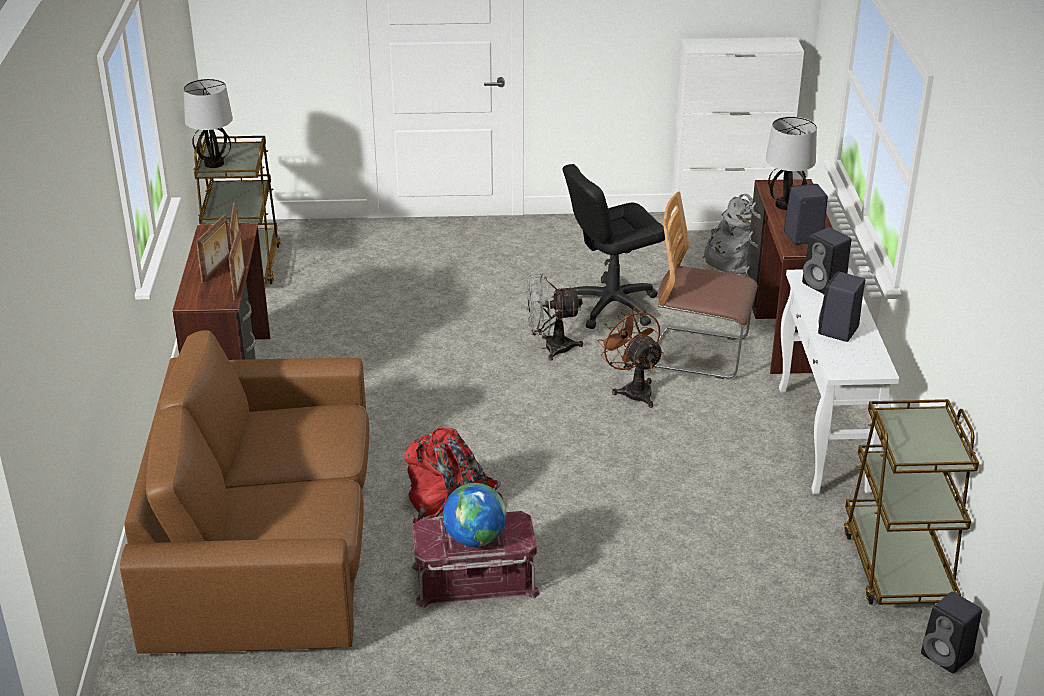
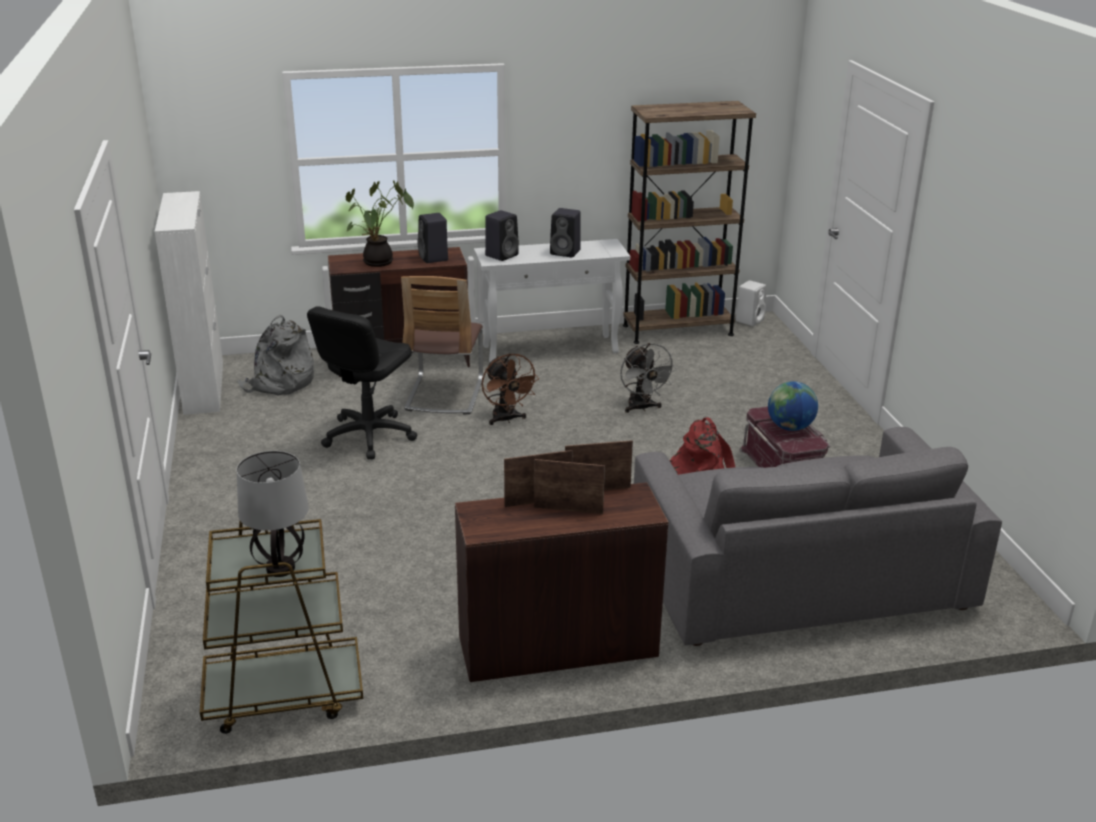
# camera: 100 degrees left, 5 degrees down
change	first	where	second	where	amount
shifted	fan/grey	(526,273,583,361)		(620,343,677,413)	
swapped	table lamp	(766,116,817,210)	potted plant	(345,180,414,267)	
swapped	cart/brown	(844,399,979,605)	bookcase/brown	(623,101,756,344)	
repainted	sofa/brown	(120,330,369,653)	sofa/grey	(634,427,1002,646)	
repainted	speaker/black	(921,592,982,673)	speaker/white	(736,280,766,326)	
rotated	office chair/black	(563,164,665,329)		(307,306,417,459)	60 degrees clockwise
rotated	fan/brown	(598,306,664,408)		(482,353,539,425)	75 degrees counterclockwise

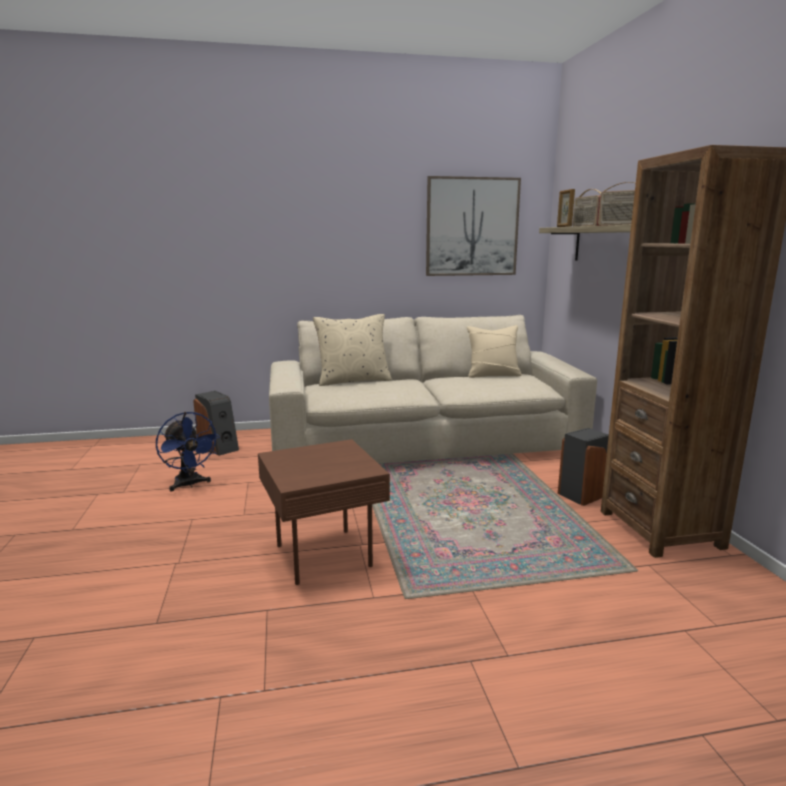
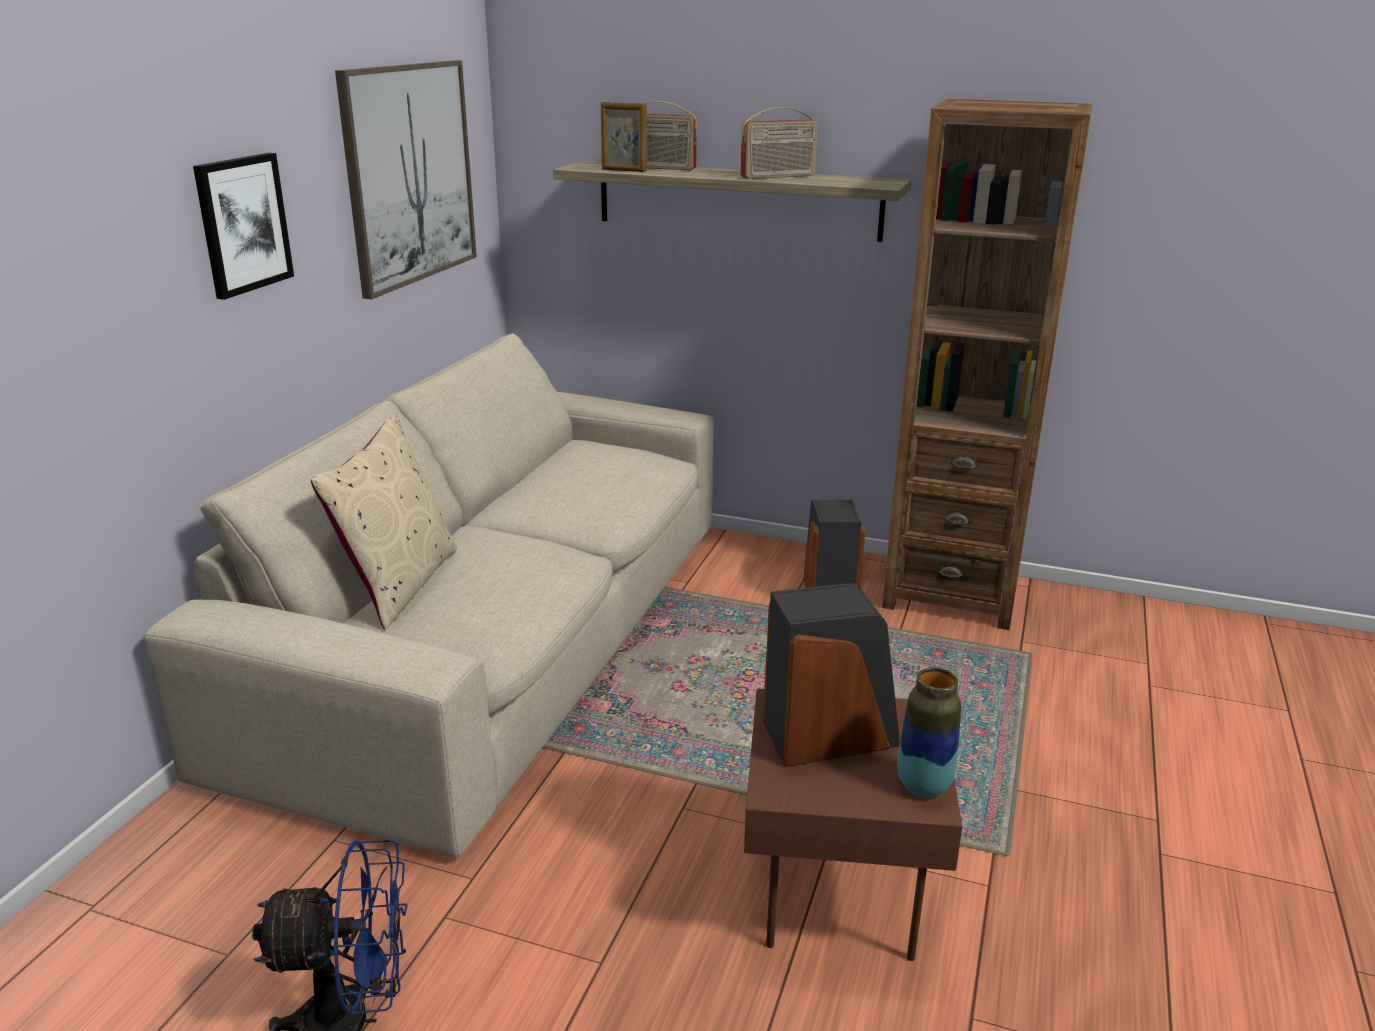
# camera: 60 degrees left, 10 degrees up
change	first	where	second	where	amount
gone	pillow/beige	(467,325,522,378)			
new			picture	(193,153,294,300)	
new			vase	(897,667,961,797)	
shifted	speaker	(193,391,239,456)		(763,583,900,767)	

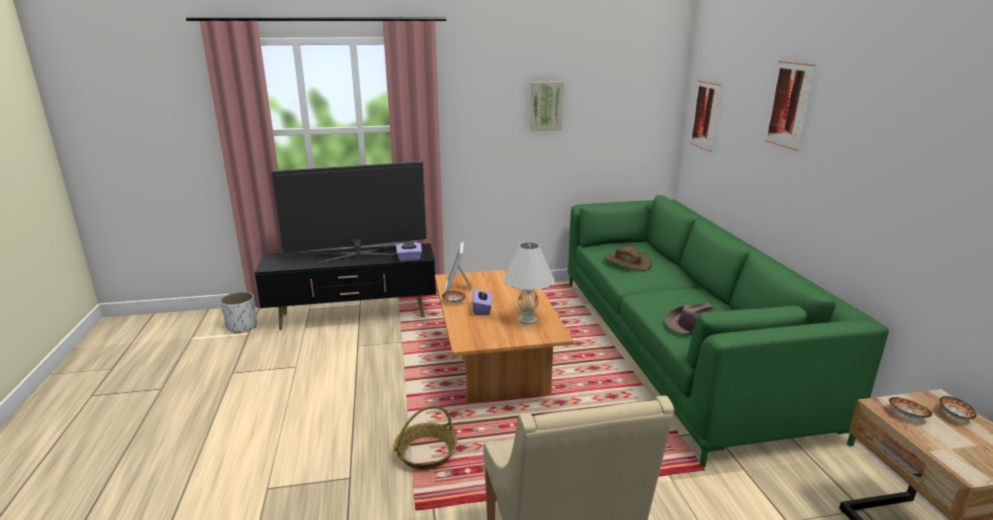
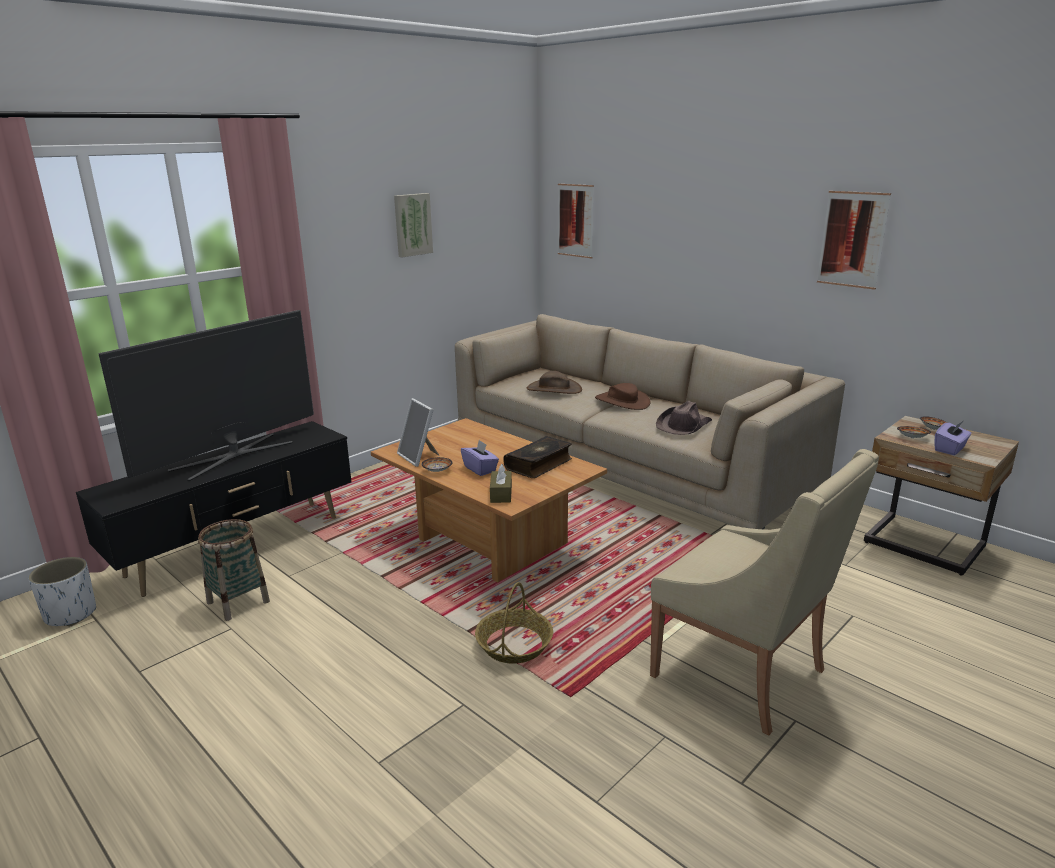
# camera: 35 degrees left, 0 degrees up
change	first	where	second	where	amount
new			basket	(198,519,270,621)	
new			tissue box/brown	(490,464,512,503)	
new			hat/brown	(595,383,650,410)	
shifted	tissue box/purple	(396,241,422,261)		(934,421,971,455)	
shifted	picture	(765,61,816,151)		(817,191,891,290)	
swapped	table lamp/white	(503,242,554,325)	book	(503,436,572,478)	
repainted	sofa/green	(567,195,889,467)	sofa/beige	(455,314,845,529)	

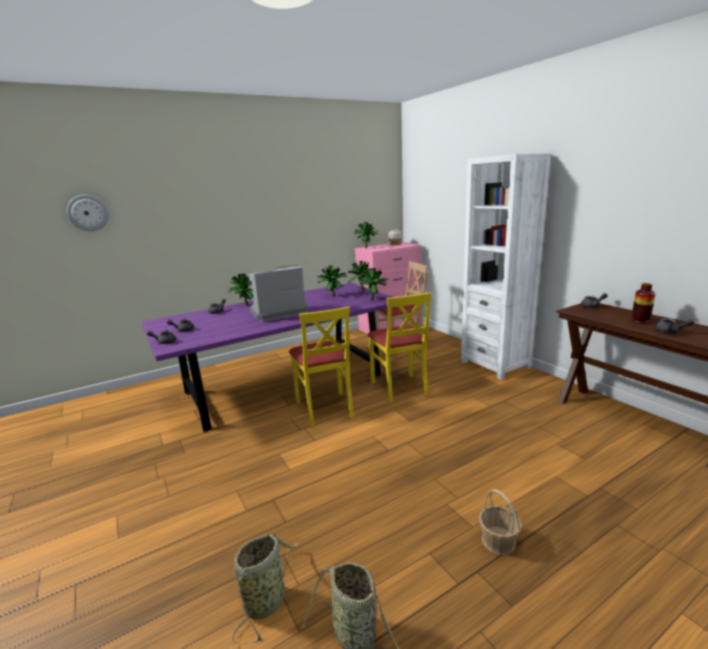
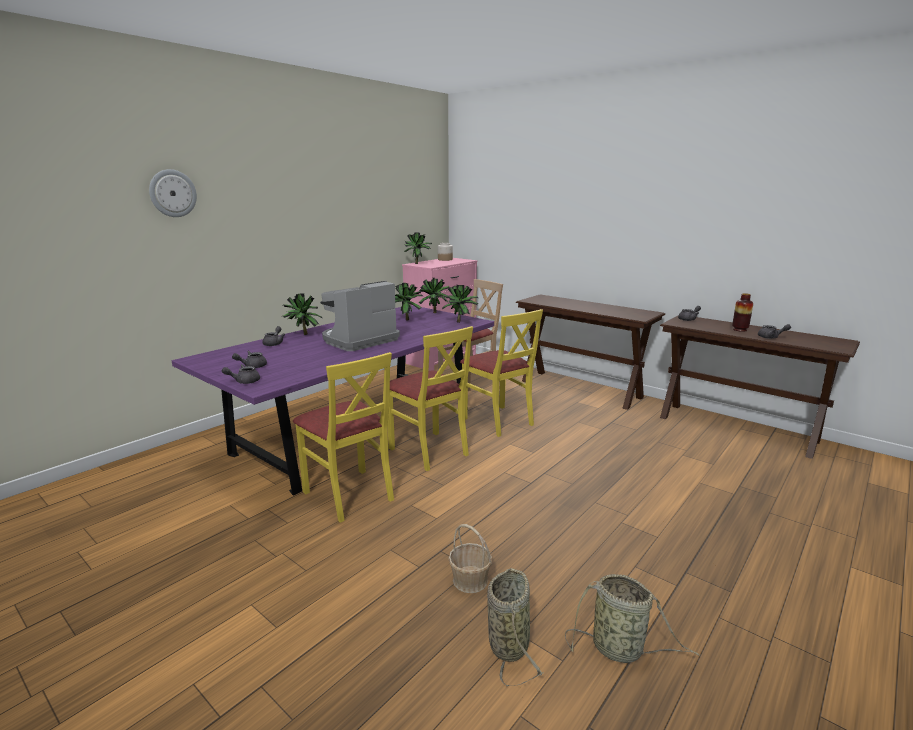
# camera: 20 degrees left, 0 degrees up
change	first	where	second	where	amount
new			chair/yellow	(293,352,394,523)	
shifted	wall clock	(67,195,109,231)		(149,169,197,217)	
shifted	basket	(479,489,522,555)		(448,524,492,593)	
swapped	bookcase/white	(461,153,551,380)	console table/brown	(516,294,665,410)	

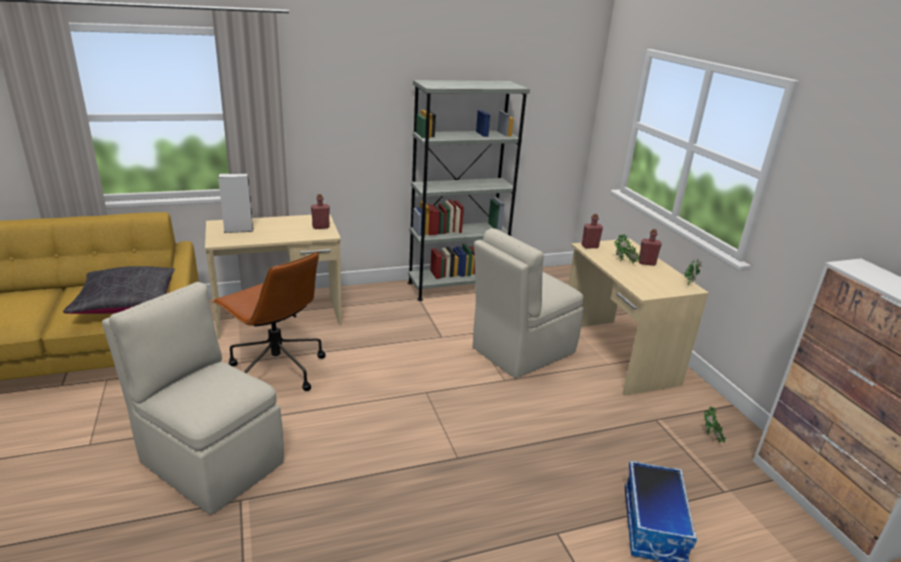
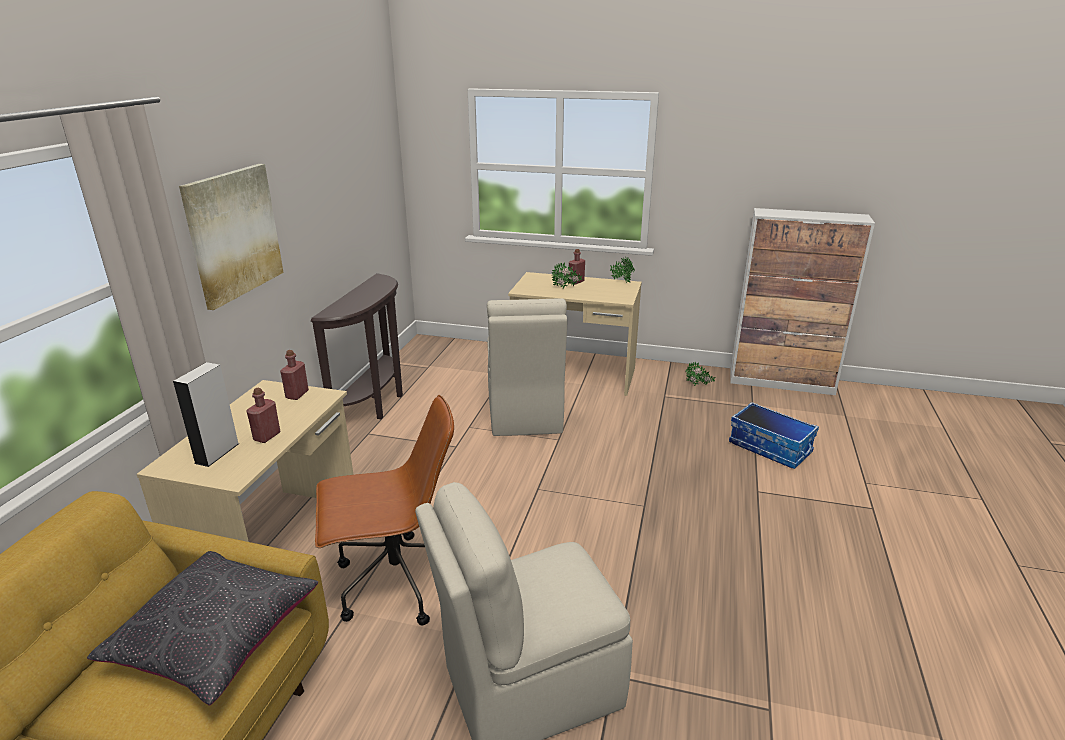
# camera: 55 degrees left, 0 degrees up
change	first	where	second	where	amount
new			picture	(179,164,284,310)	
shifted	bottle/red	(582,214,603,248)		(246,388,281,443)	
swapped	bookcase/grey	(408,80,530,301)	console table/brown	(311,273,403,419)	

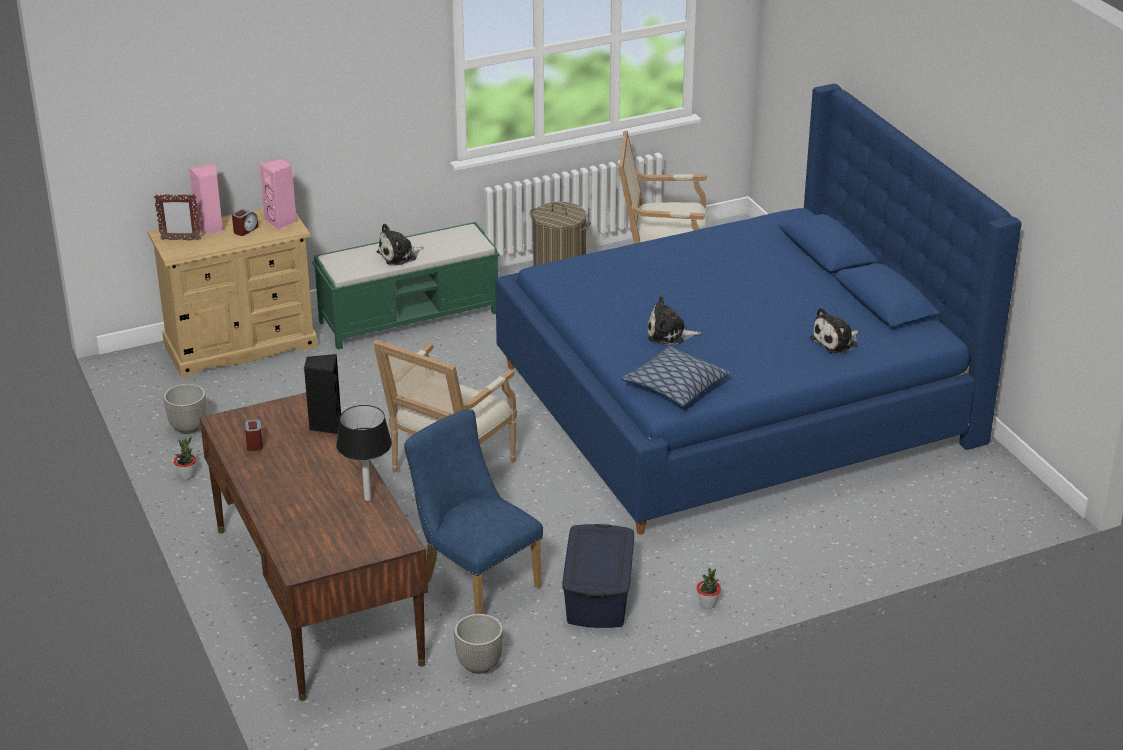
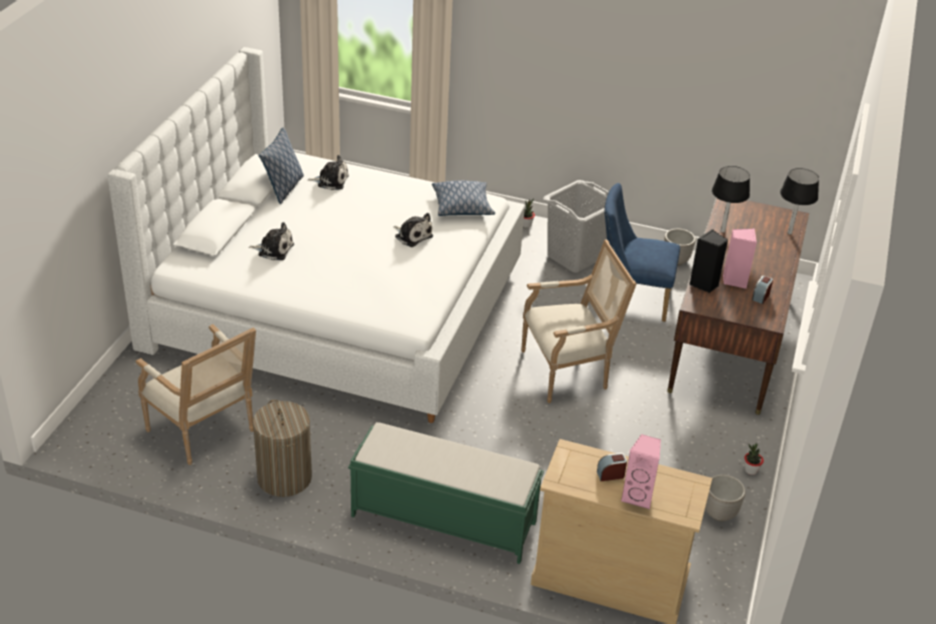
# camera: 140 degrees left, 5 degrees up
change	first	where	second	where	amount
gone	picture frame	(154,194,201,241)			
new			pillow	(259,127,304,204)	
new			table lamp/black	(780,168,819,235)	
shifted	speaker/pink	(259,158,297,230)		(723,228,757,289)	
shifted	plush toy	(377,223,424,265)		(249,222,294,260)	
swapped	storage box/blue	(563,524,634,628)	laundry basket/grey	(543,180,609,273)	
repainted	bed/blue	(495,84,1022,534)	bed/white	(107,47,525,423)	
rotated	chair/blue	(404,409,543,614)		(604,183,680,322)	105 degrees clockwise

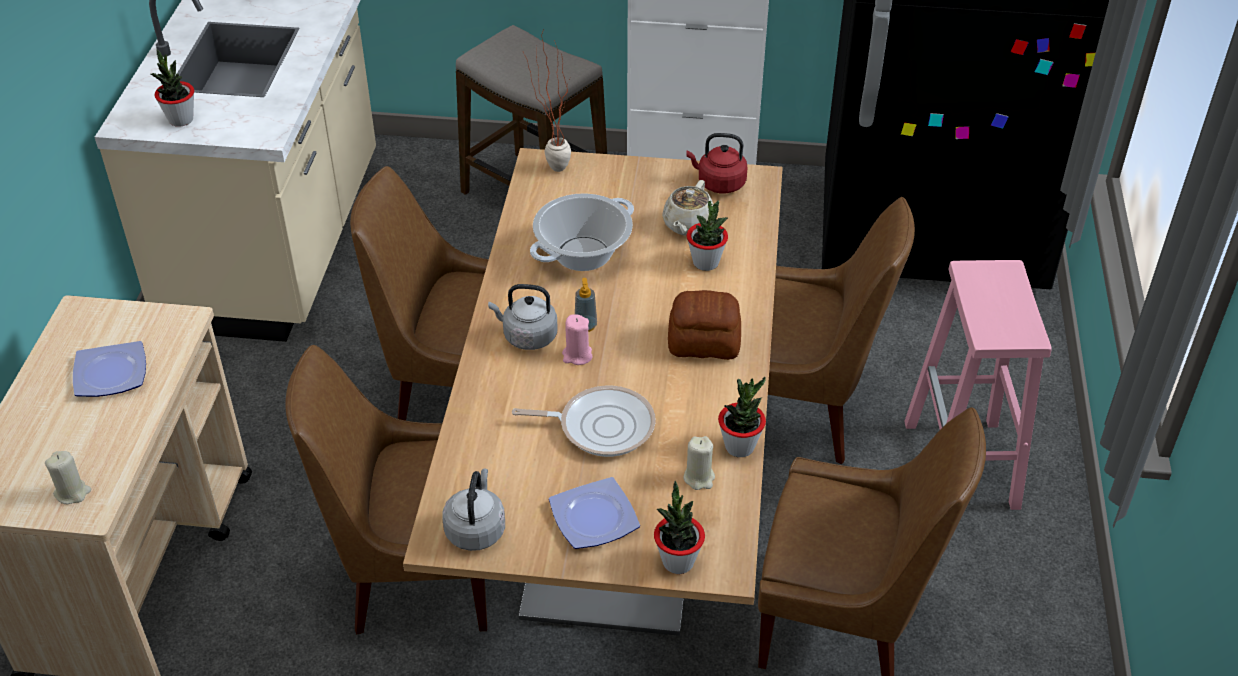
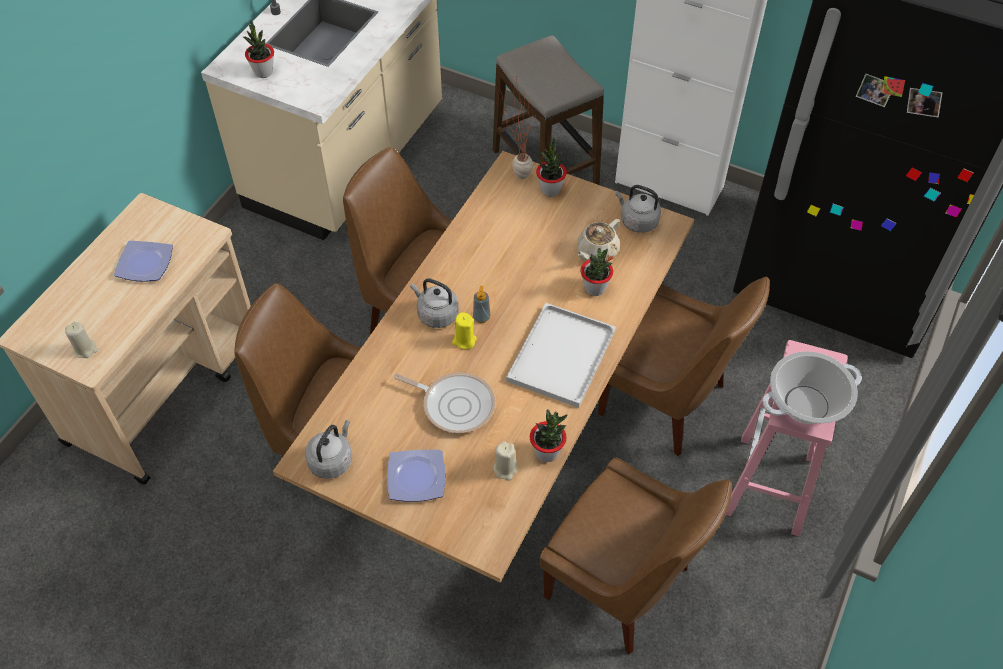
# camera: 20 degrees right, 10 degrees up
change	first	where	second	where	amount
shifted	cooking pot	(530,193,634,271)		(762,351,862,424)	
shifted	potted plant	(654,481,705,574)		(536,137,567,197)	
swapped	bread	(668,290,741,360)	tray/white	(506,303,616,408)	
repainted	candle/pink	(562,314,593,365)	candle/yellow	(452,312,477,350)	
repainted	kettle/red	(686,133,747,193)	kettle/grey	(615,185,661,233)	

